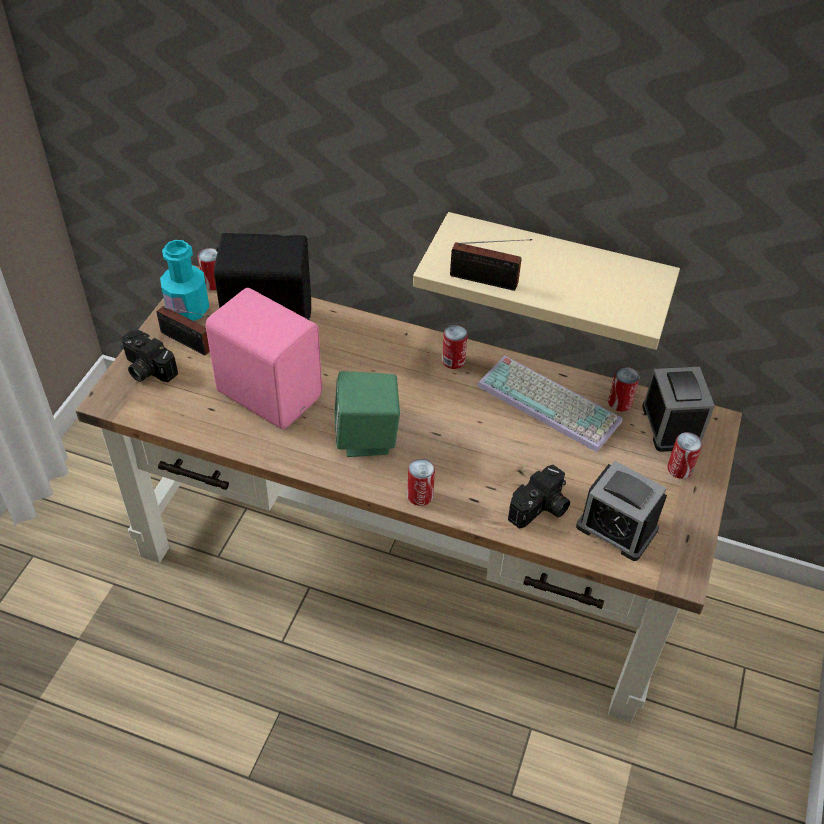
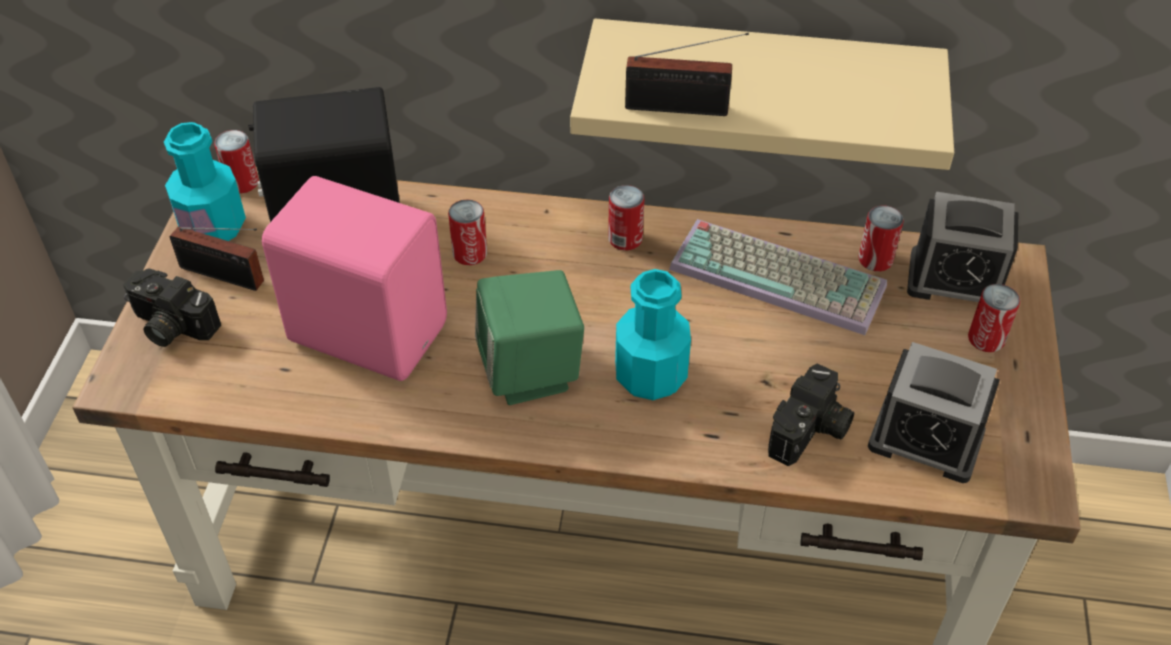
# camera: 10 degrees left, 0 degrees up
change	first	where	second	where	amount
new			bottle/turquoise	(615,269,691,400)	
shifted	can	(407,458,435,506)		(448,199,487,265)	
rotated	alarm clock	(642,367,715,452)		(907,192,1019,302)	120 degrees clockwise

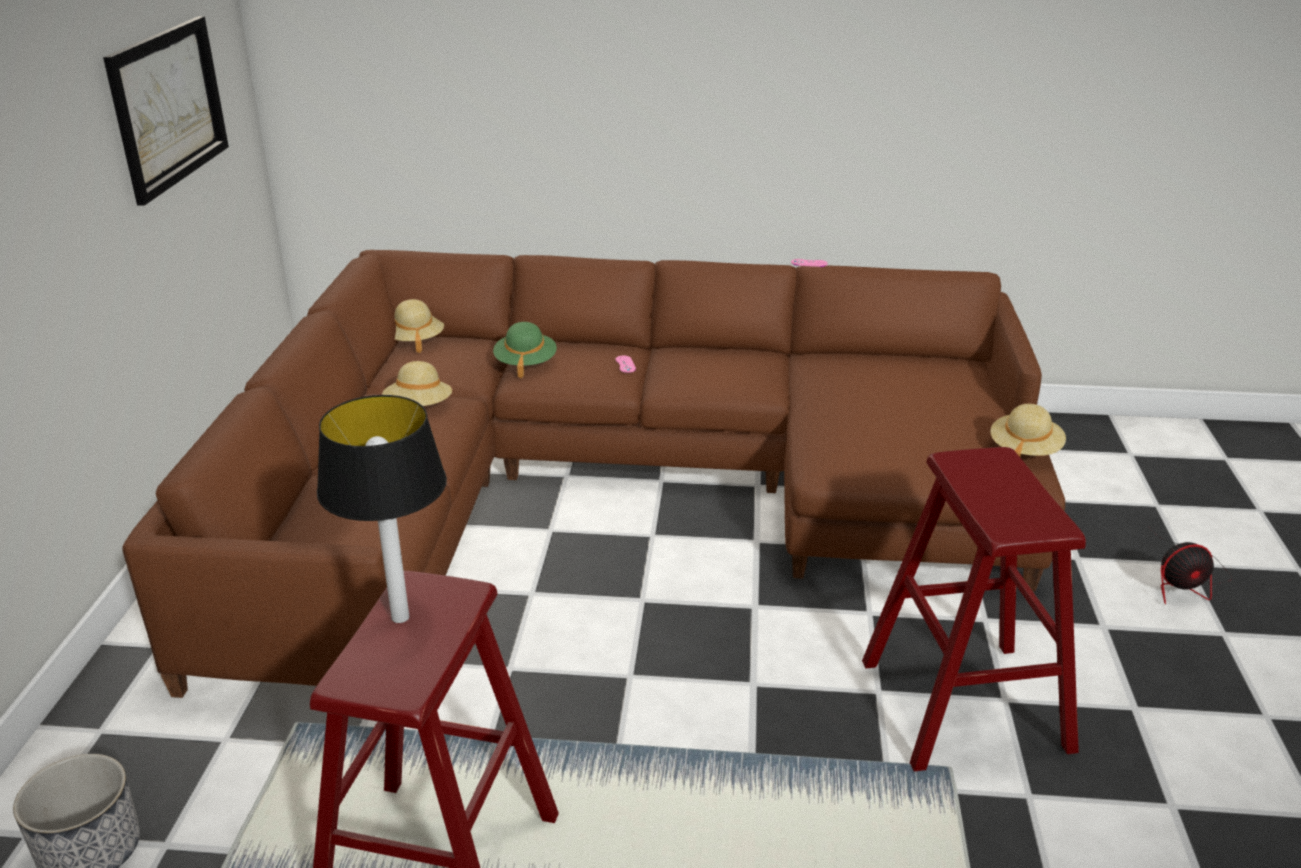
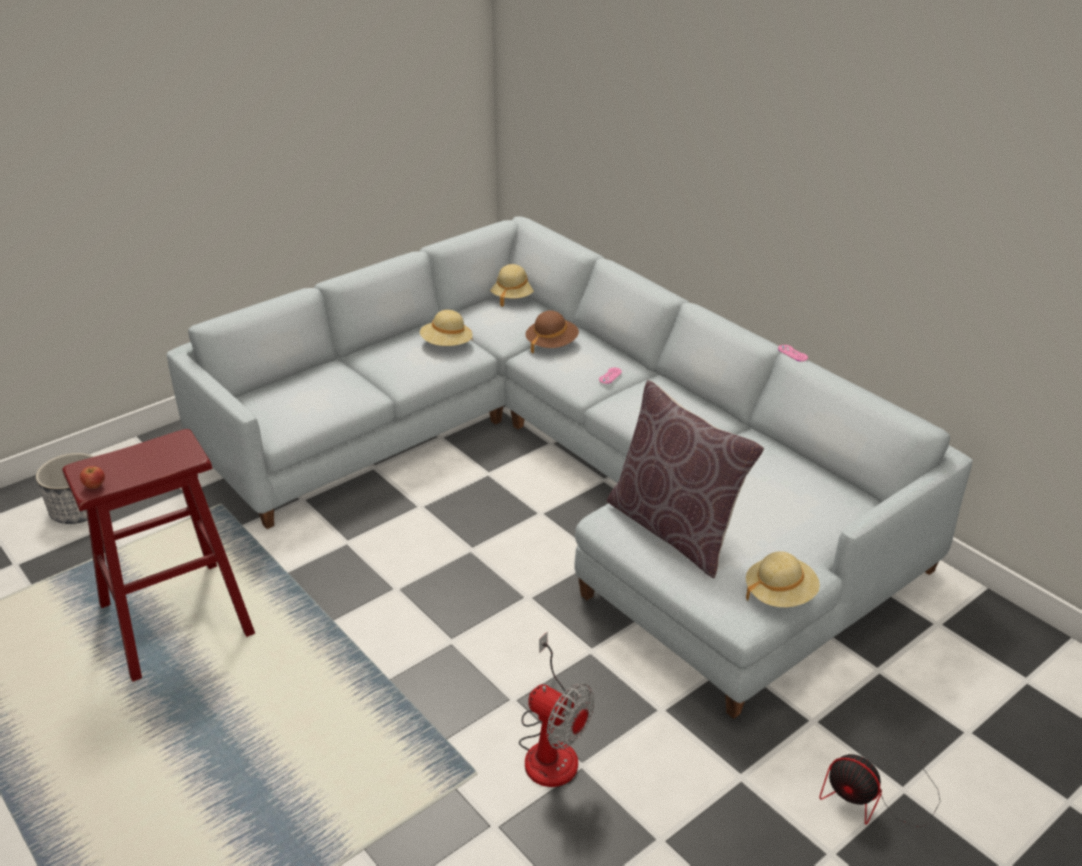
# camera: 45 degrees right, 5 degrees up
change	first	where	second	where	amount
gone	picture	(103,16,229,206)			
gone	table lamp	(317,395,447,623)			
new			apple	(80,466,105,489)	
new			pillow/brown	(607,380,764,578)	
swapped	stool/red	(862,447,1086,771)	fan	(519,632,594,787)	
repainted	sofa/brown	(122,250,1065,698)	sofa/grey	(166,216,973,719)	
repainted	hat/green	(493,322,557,378)	hat/brown	(525,310,579,354)	

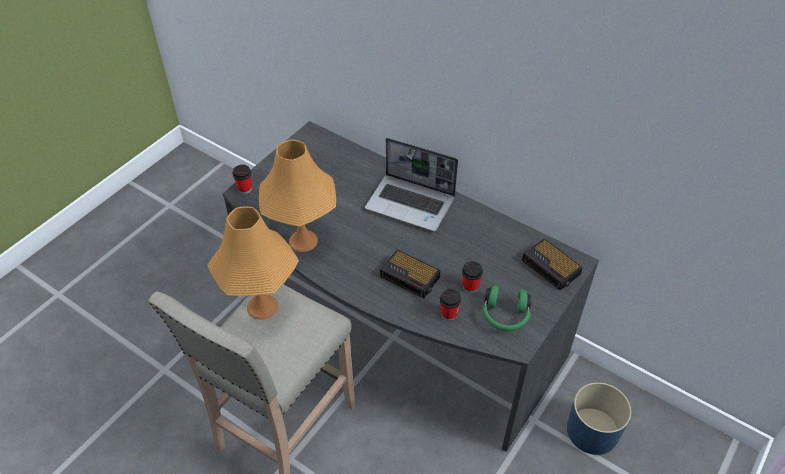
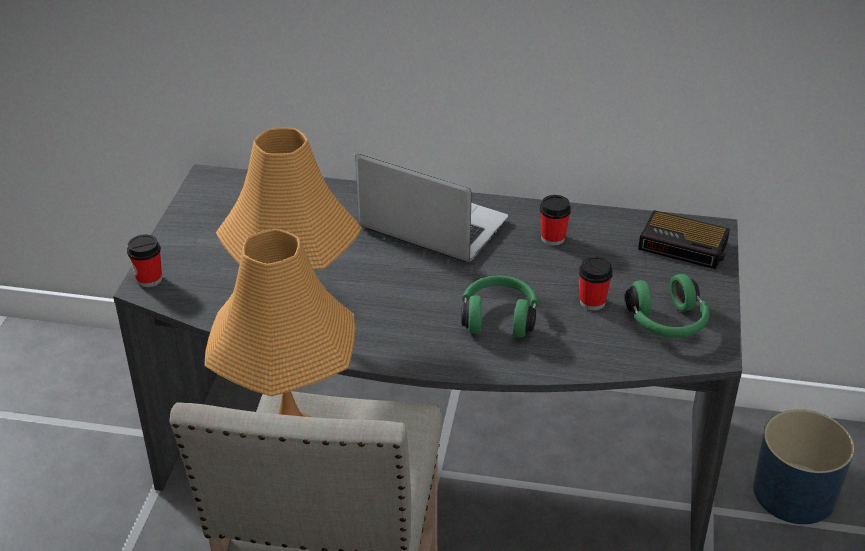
# camera: 25 degrees left, 10 degrees down
change	first	where	second	where	amount
shifted	cup	(440,289,461,321)		(540,195,571,246)	
swapped	alarm clock	(380,250,441,298)	headphones/green	(461,275,538,338)	
rotated	laptop	(365,138,458,232)		(355,154,508,262)	150 degrees counterclockwise

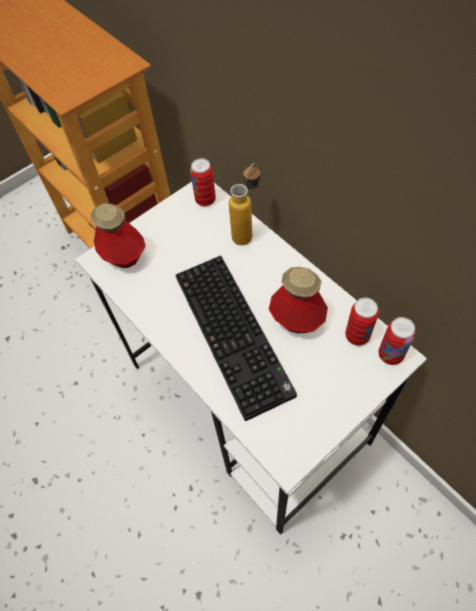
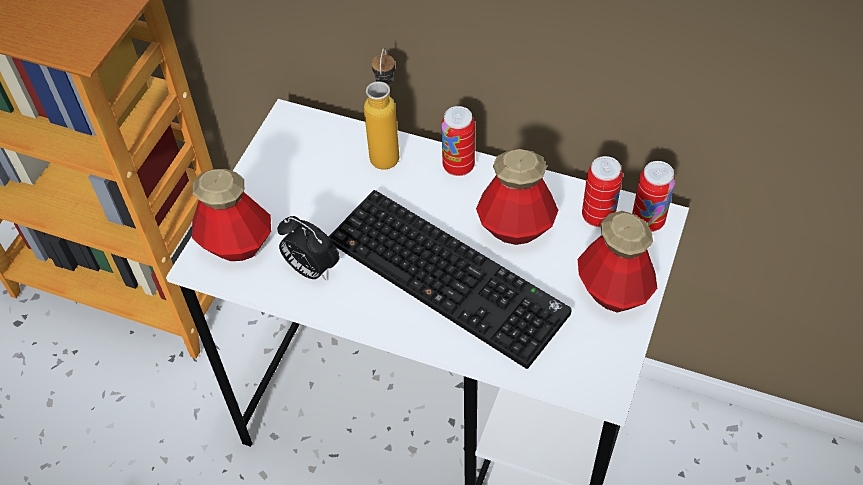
# camera: 30 degrees left, 5 degrees down
change	first	where	second	where	amount
new			alarm clock	(278,216,340,280)	
new			bottle	(578,211,657,312)	
shifted	can	(190,158,216,206)		(441,106,475,176)	

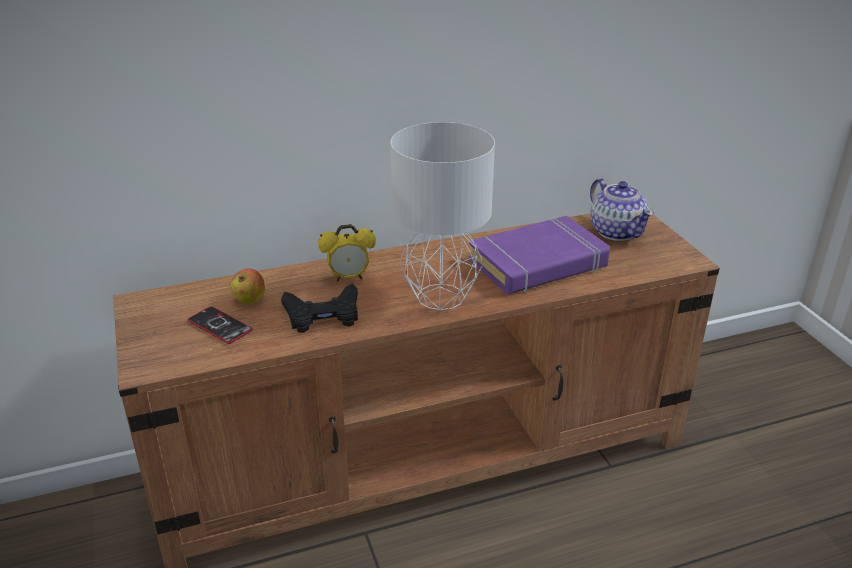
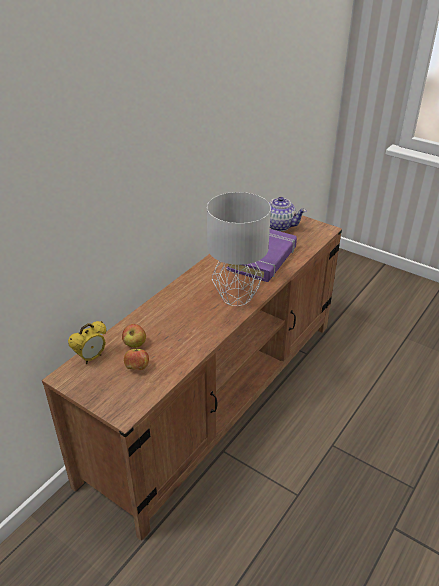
# camera: 35 degrees left, 5 degrees up
change	first	where	second	where	amount
gone	game controller/black	(281,284,358,333)			
shifted	alarm clock	(318,224,376,282)		(68,321,106,364)	
swapped	phone	(188,306,252,344)	apple	(124,348,149,370)	

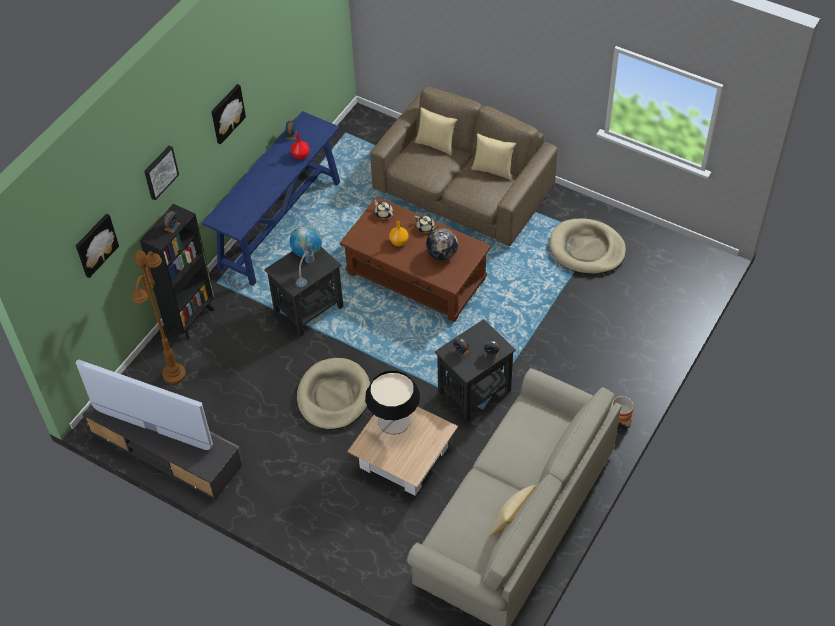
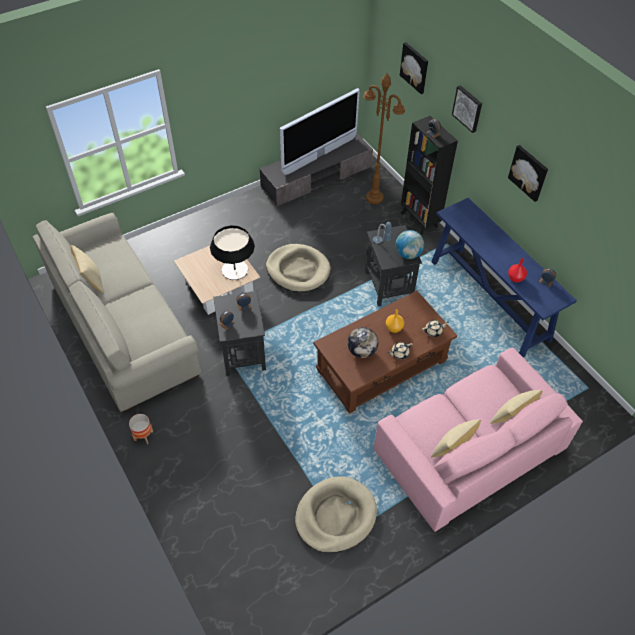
# camera: 115 degrees right, 0 degrees up
change	first	where	second	where	amount
repainted	sofa/brown	(370,87,558,246)	sofa/pink	(374,347,583,532)	

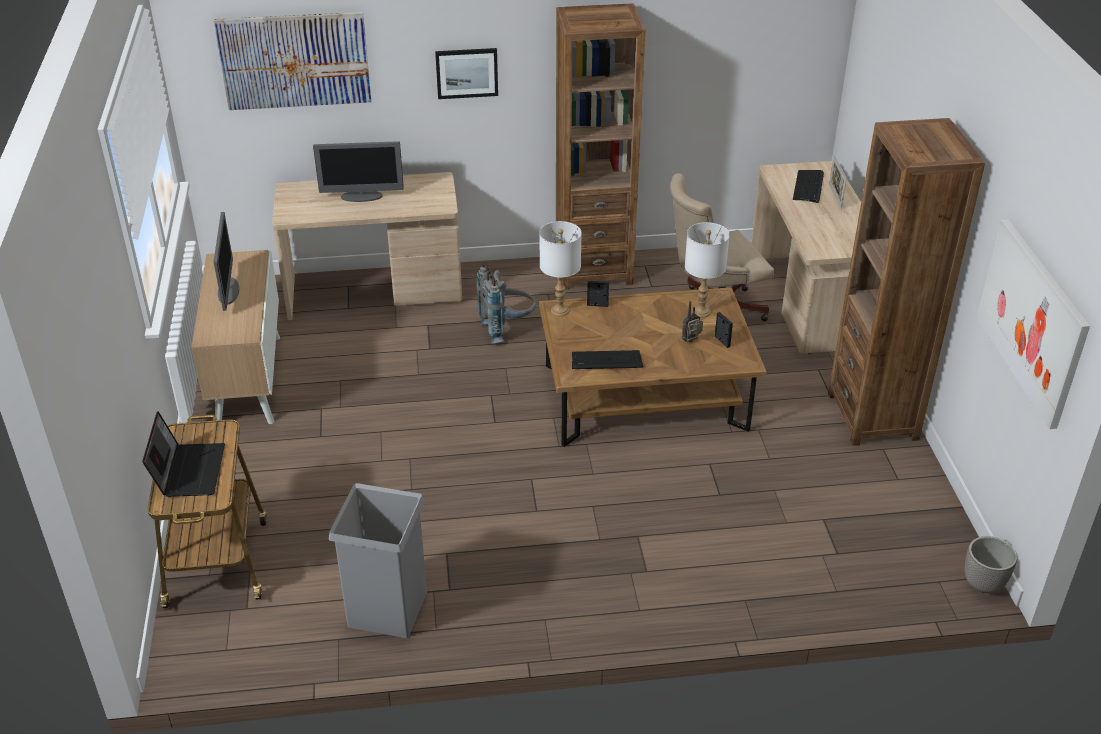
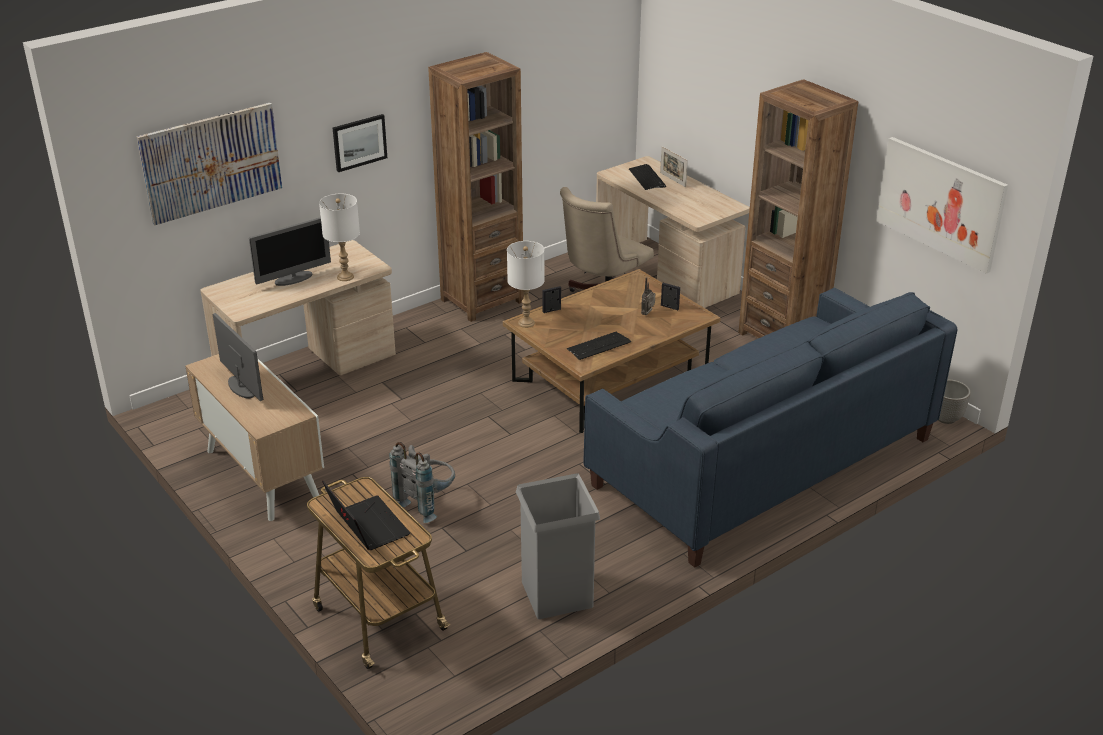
# camera: 30 degrees left, 5 degrees down
change	first	where	second	where	amount
new			sofa/blue	(583,288,958,568)	
shifted	backpack/grey	(476,263,536,343)		(389,442,455,523)	
shifted	table lamp/white	(685,222,730,318)		(319,193,360,281)	

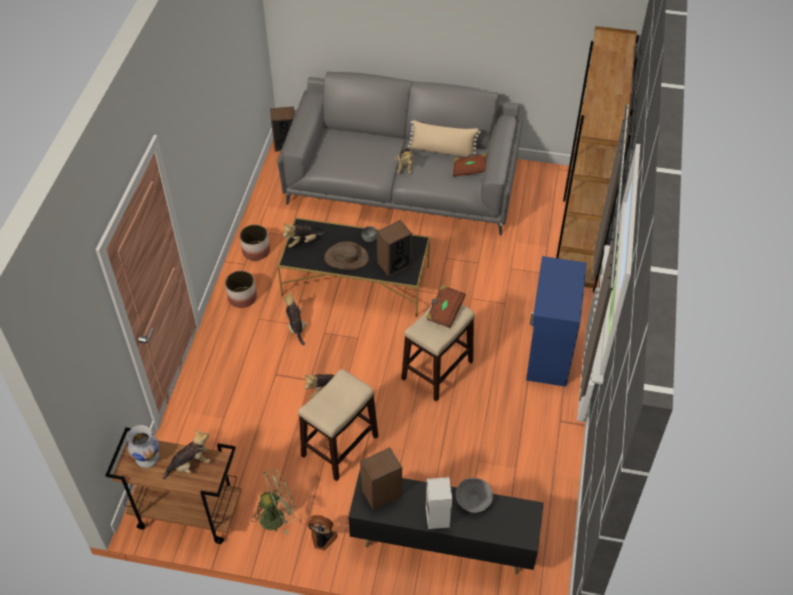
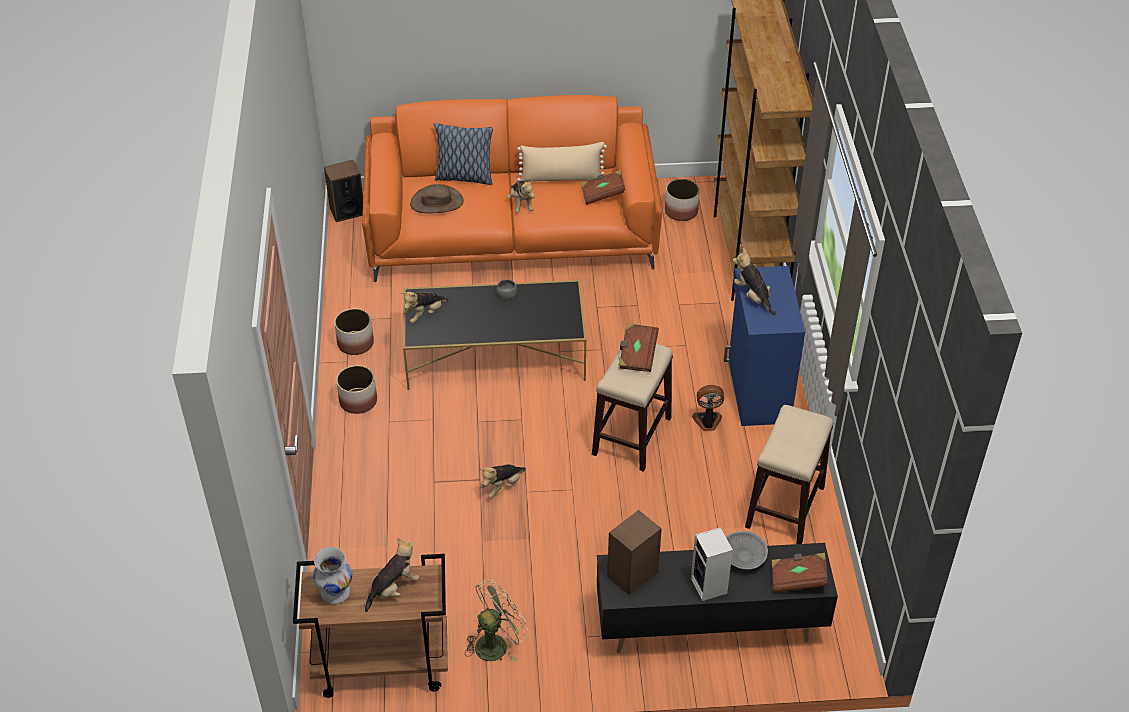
# camera: 15 degrees left, 5 degrees down
change	first	where	second	where	amount
gone	speaker	(377,220,412,277)			
new			pillow	(433,123,493,185)	
new			planter	(665,179,700,221)	
new			book/brown	(771,553,828,593)	
shifted	plush toy	(283,292,308,345)		(733,248,776,315)	
shifted	stool	(298,369,378,481)		(745,405,833,544)	
shifted	fan	(308,515,338,550)		(692,385,724,431)	
shifted	hat/brown	(324,241,369,270)		(410,184,464,213)	
repainted	sofa/grey	(277,71,523,236)	sofa/orange	(362,95,662,282)	

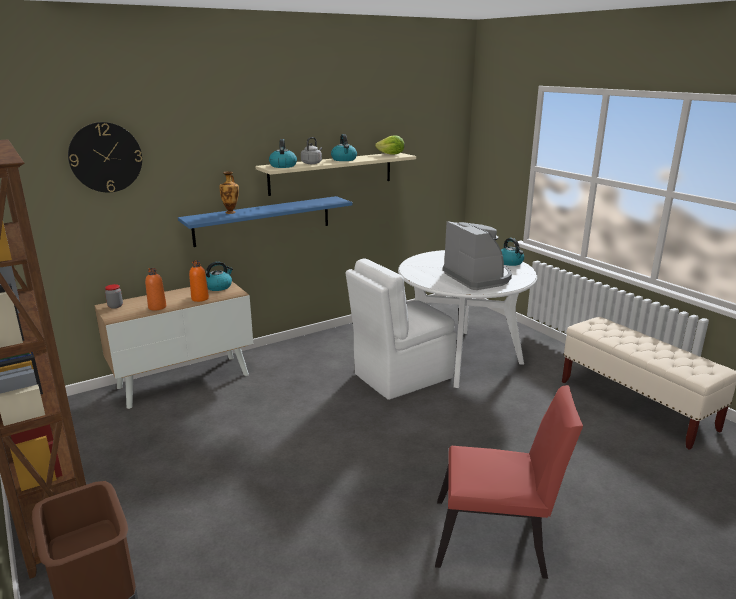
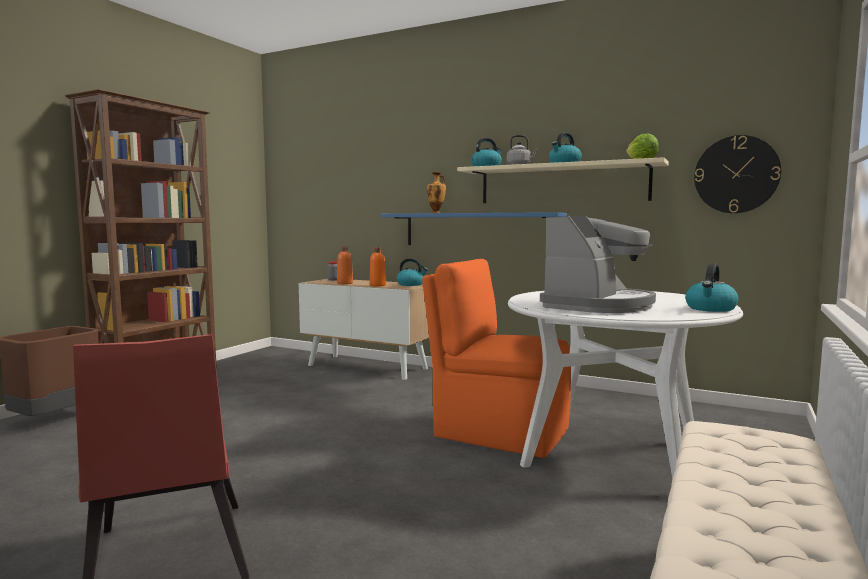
# camera: 60 degrees right, 15 degrees down
change	first	where	second	where	amount
shifted	wall clock	(68,122,142,192)		(694,135,781,213)	
repainted	chair/white	(346,258,457,400)	chair/orange	(422,259,571,458)	

